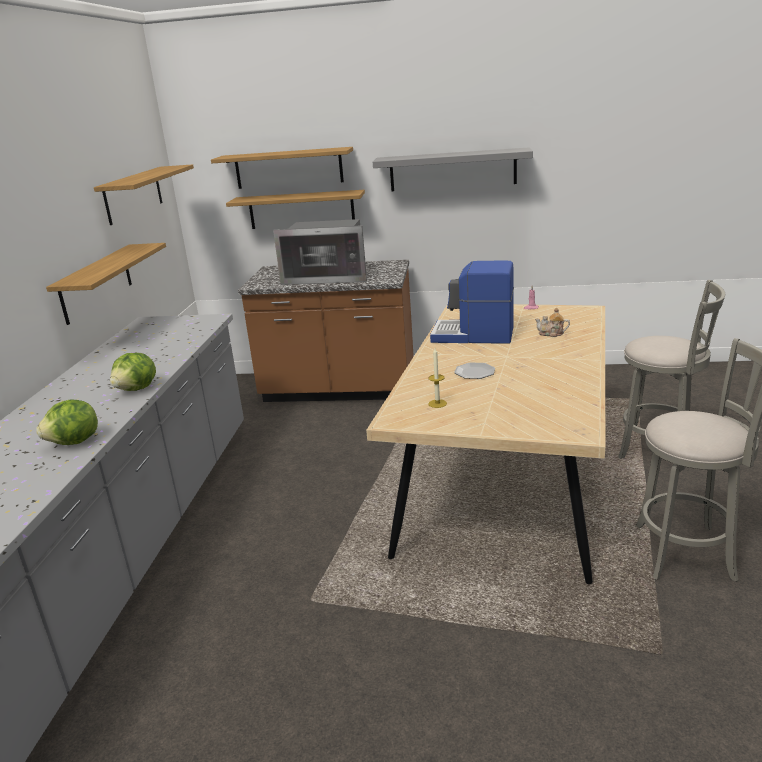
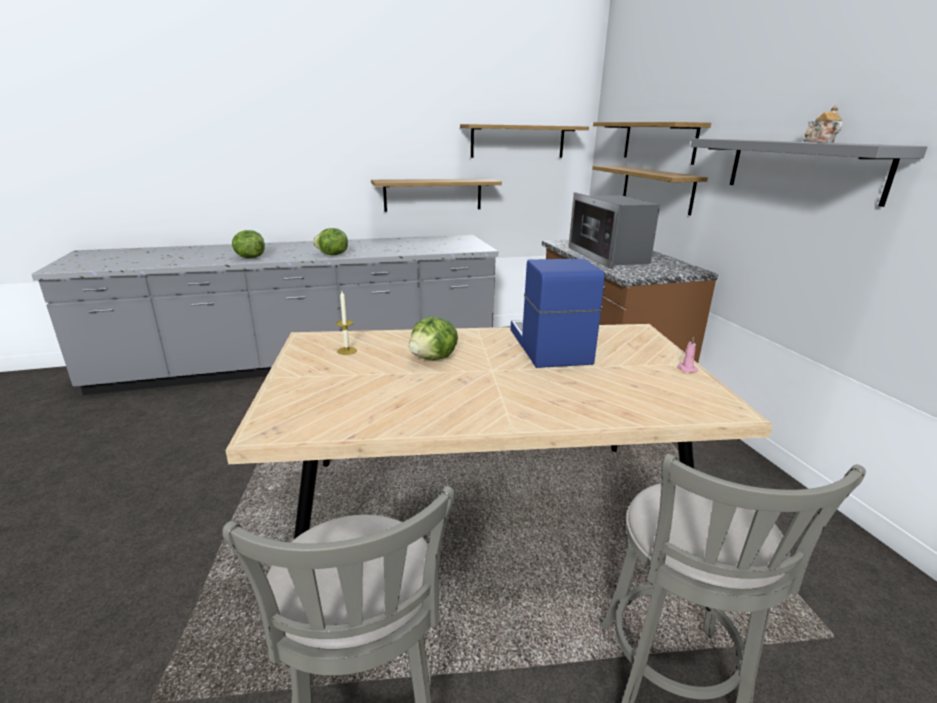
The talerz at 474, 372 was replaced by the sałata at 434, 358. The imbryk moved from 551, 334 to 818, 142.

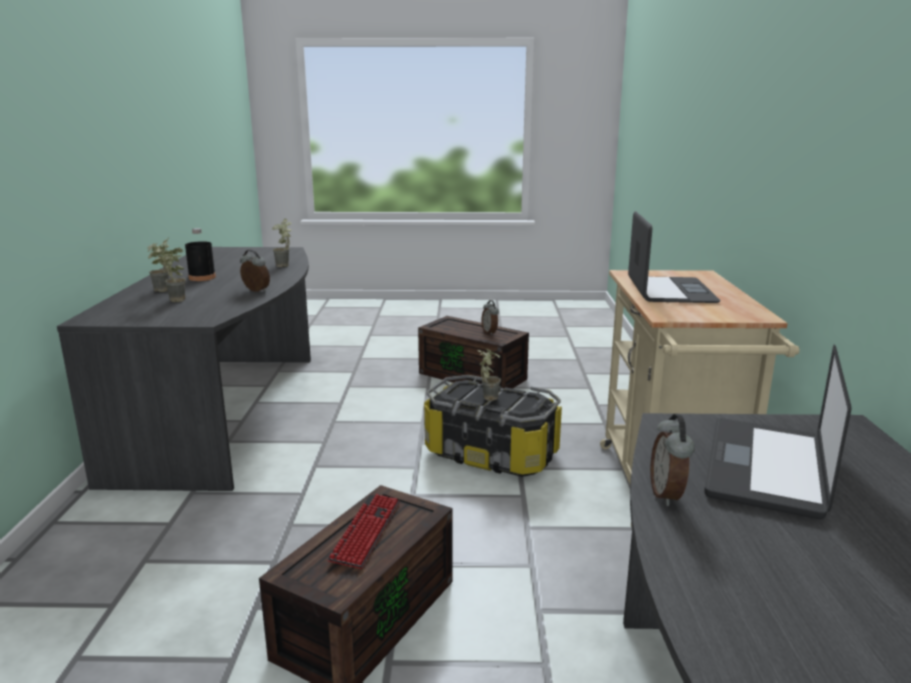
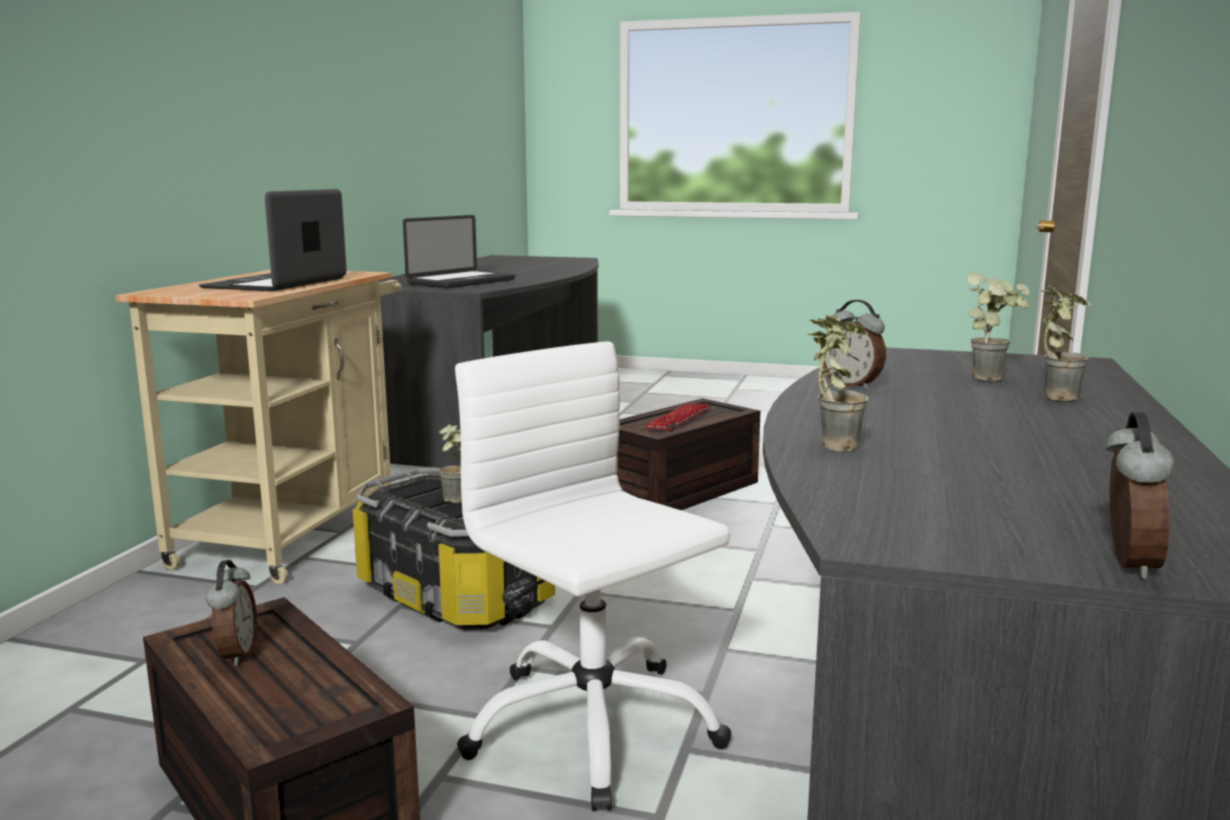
The butelka (czarny) at 202, 278 disappeared. The budzik moved from 667, 495 to 1125, 564. The krzesło biurowe (biały) at 591, 727 appeared.

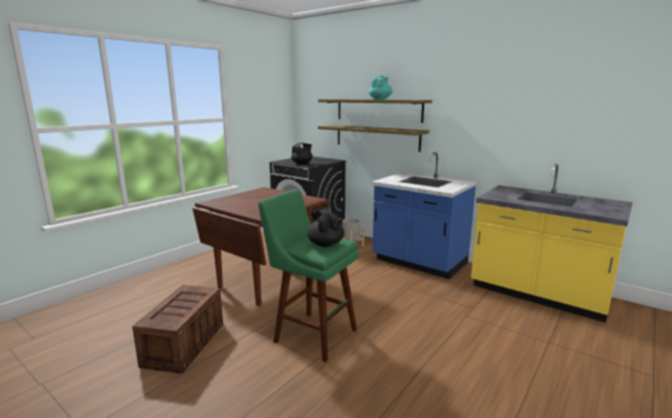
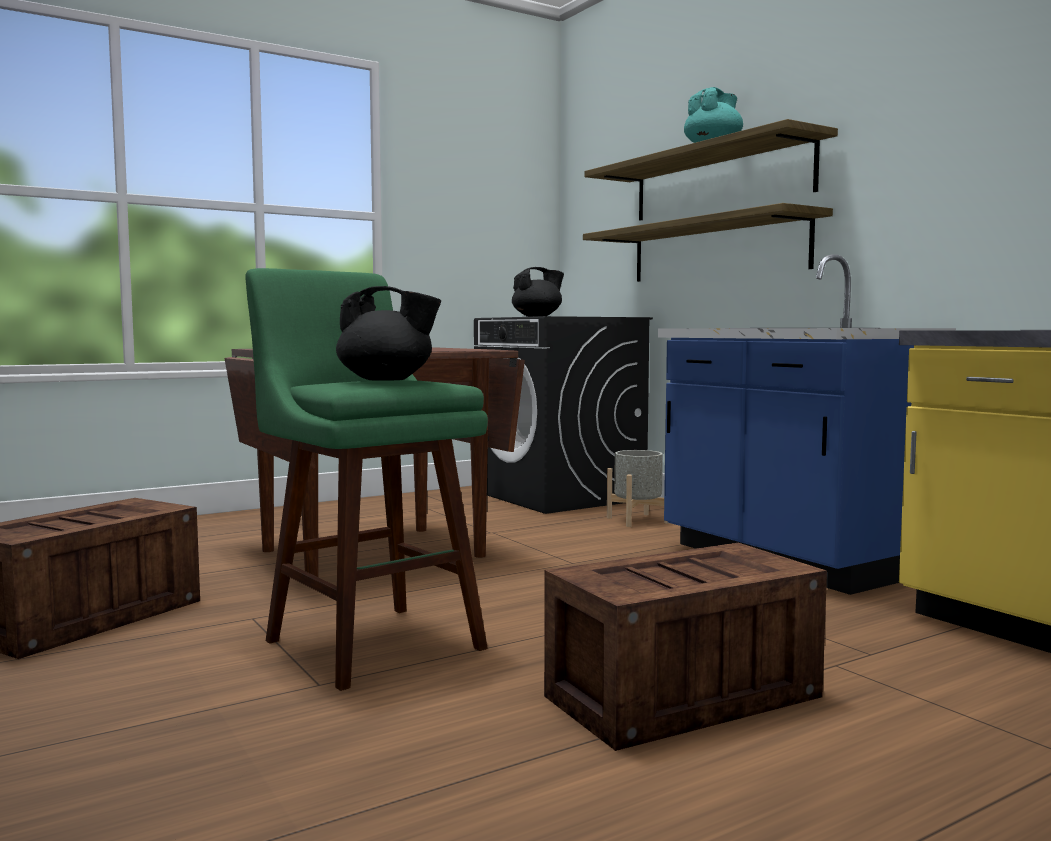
The imbryk (czarny) at 325, 244 turned 105 degrees clockwise. The skrzynka at 686, 695 appeared.

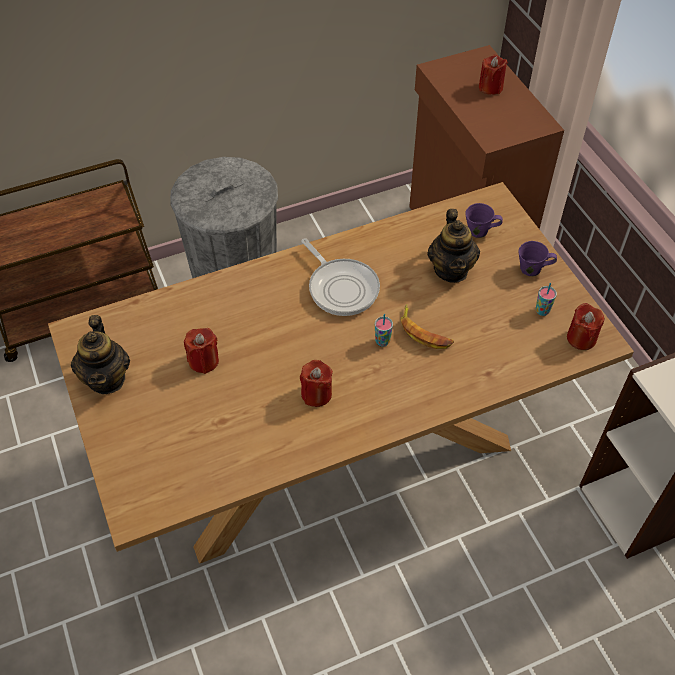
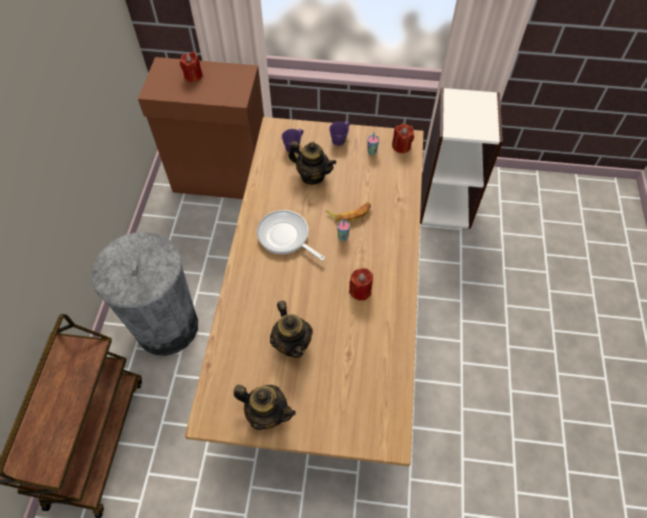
The świeca (czerwony) at 203, 361 was replaced by the imbryk at 292, 343. The patelnia at 341, 287 turned 135 degrees counterclockwise.

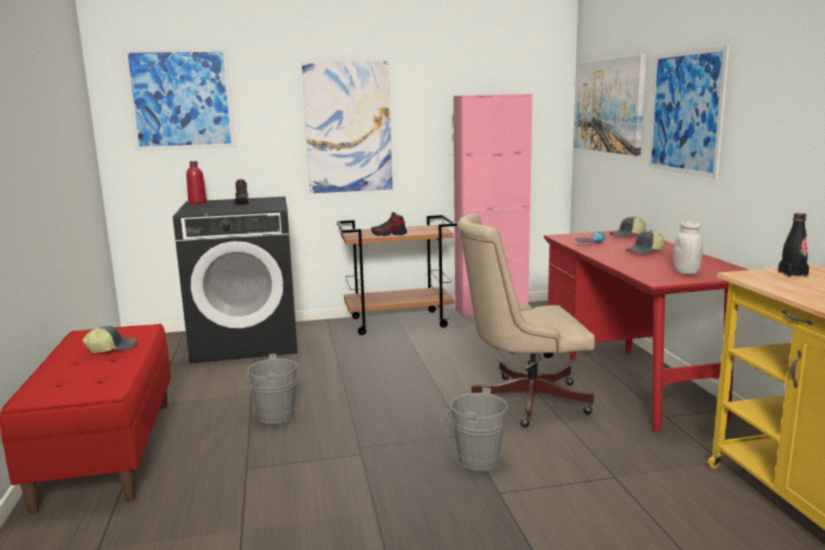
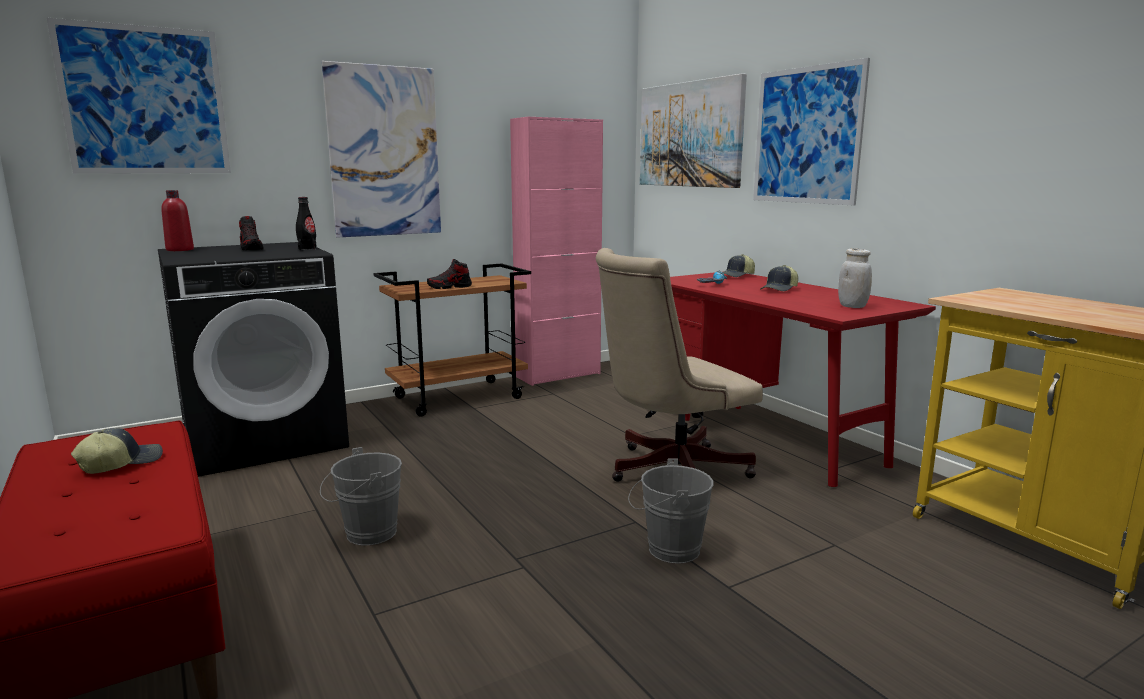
The butelka (czarny) moved from 792, 274 to 307, 249.

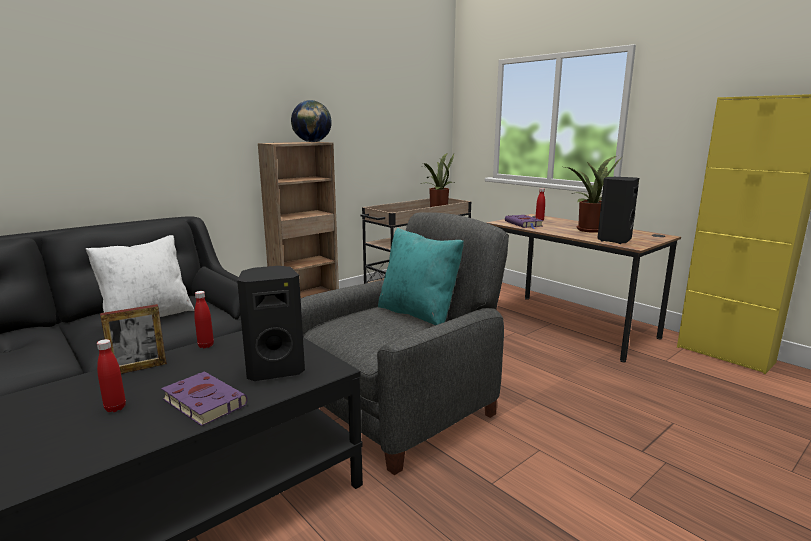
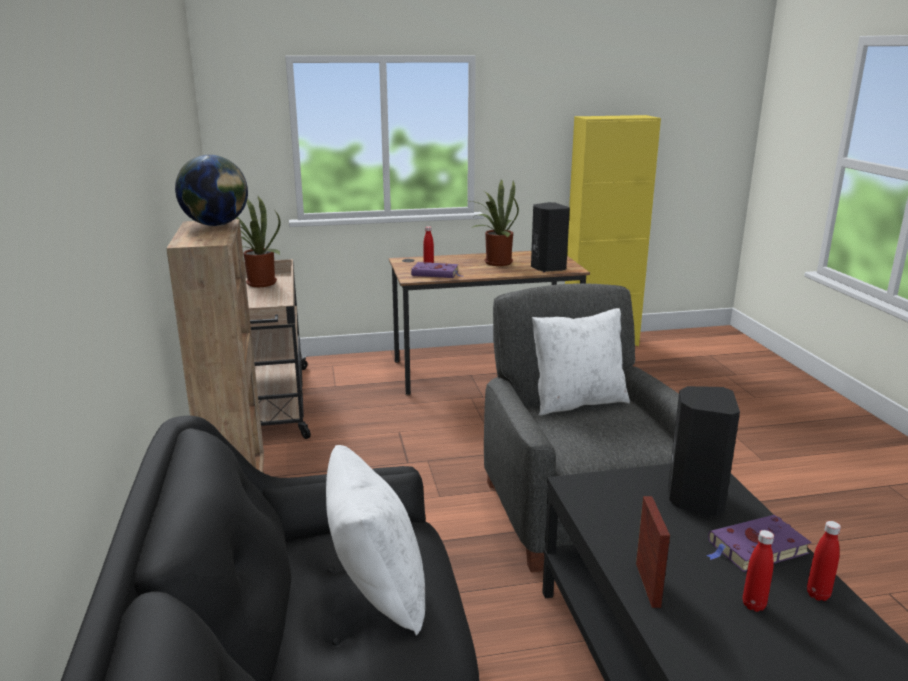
The butelka (czerwony) moved from 206, 345 to 818, 595. The poduszka (turkusowy) at 418, 314 became the poduszka (biały) at 577, 402.

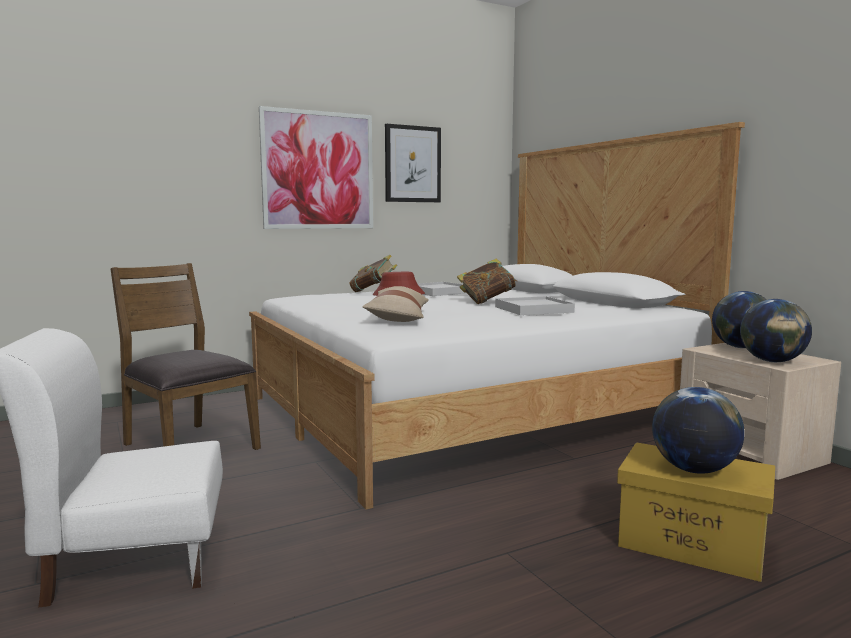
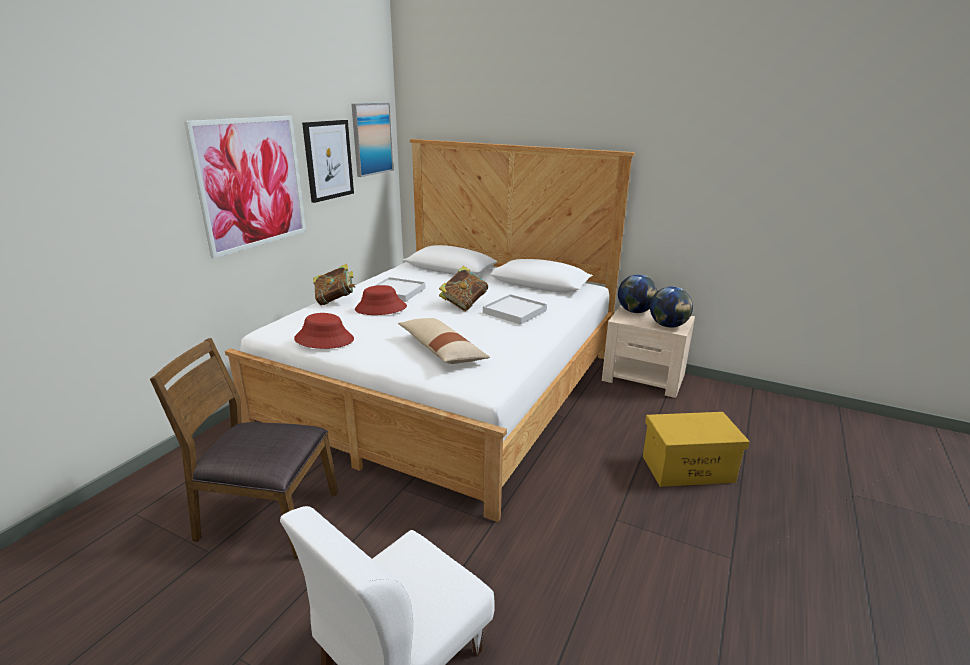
The globus at 694, 470 disappeared. The kapelusz (czerwony) at 324, 339 appeared. The obraz at 371, 139 appeared.

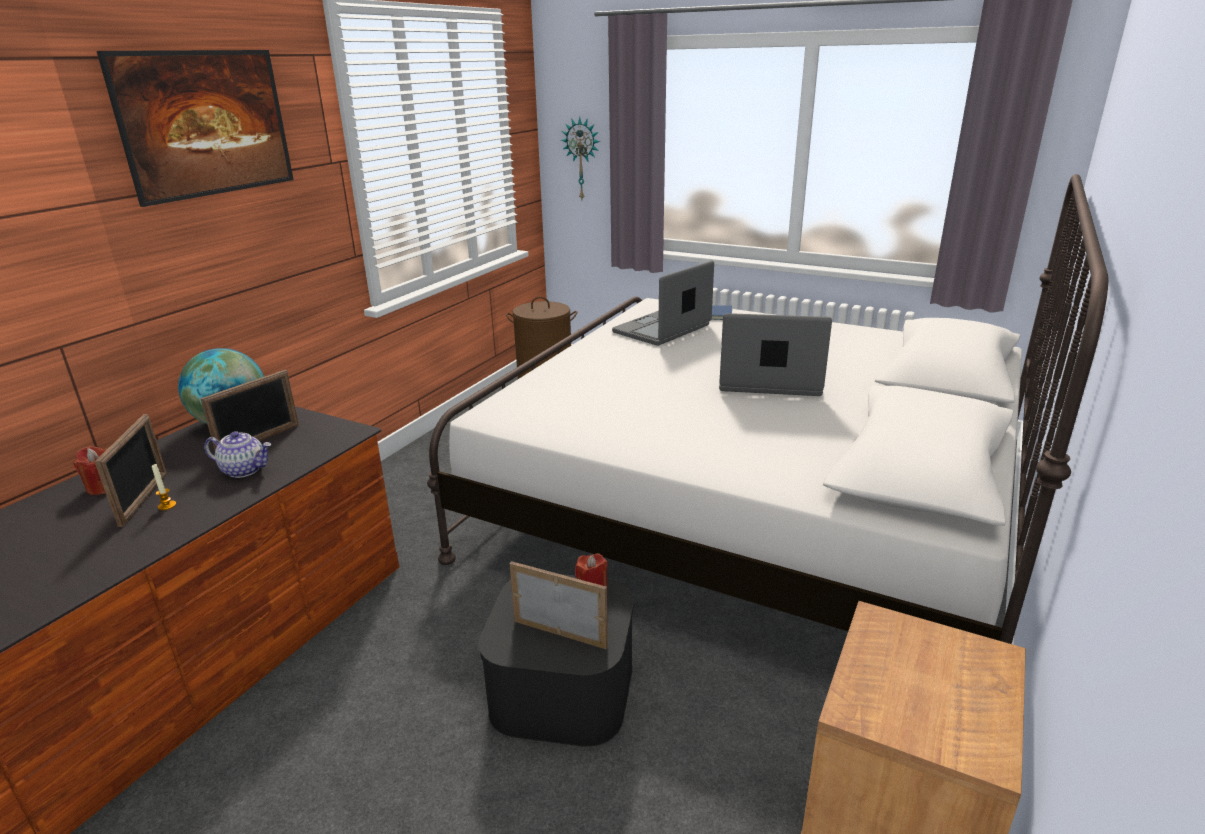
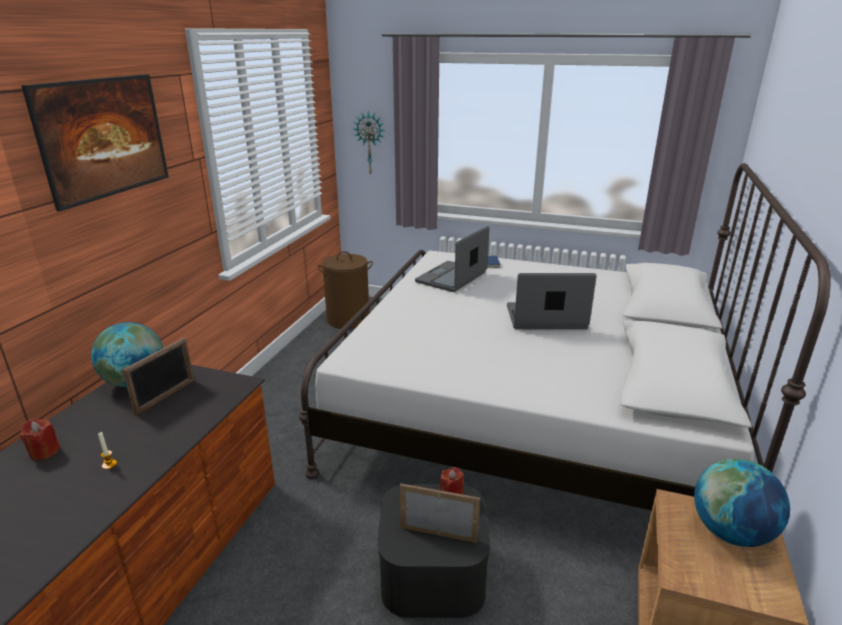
The ramka na zdjęcie at 144, 499 disappeared. The imbryk at 245, 470 disappeared. The globus at 730, 532 appeared.

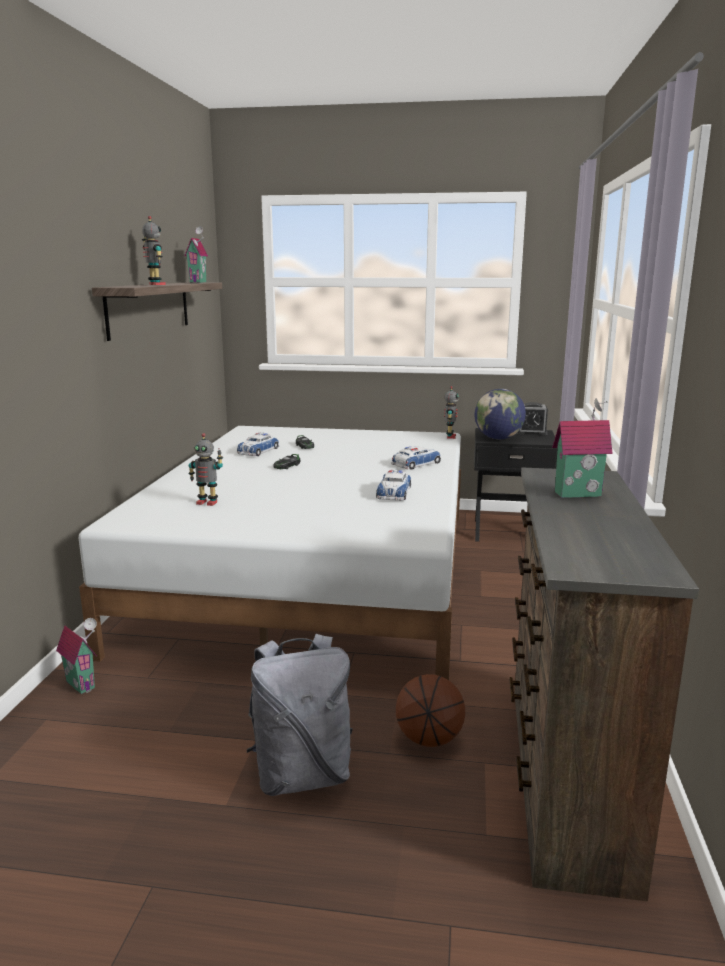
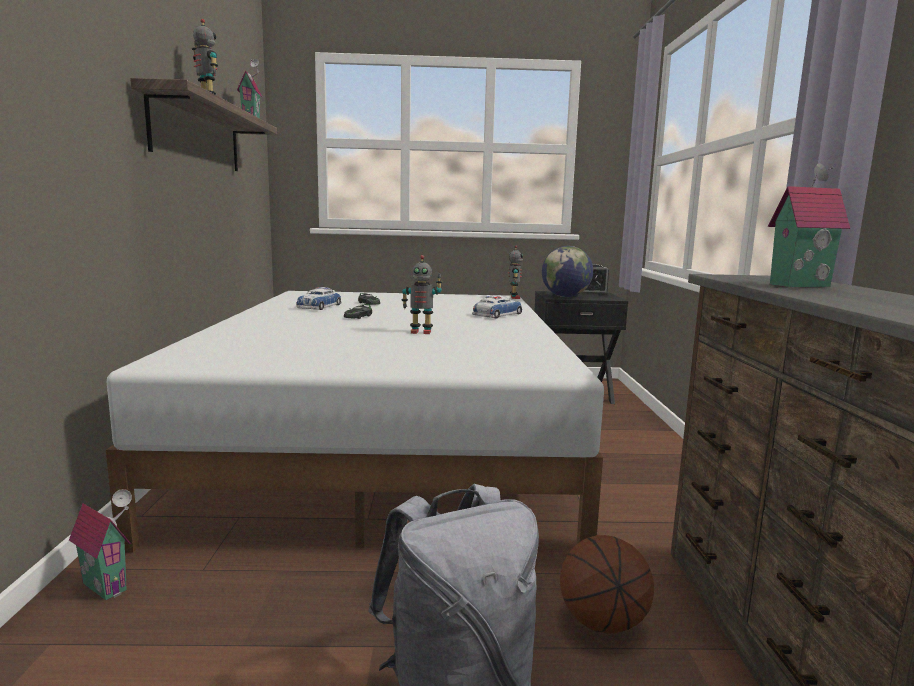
The robot zabawkowy moved from 207, 502 to 421, 332. The samochodzik at 394, 493 disappeared.

